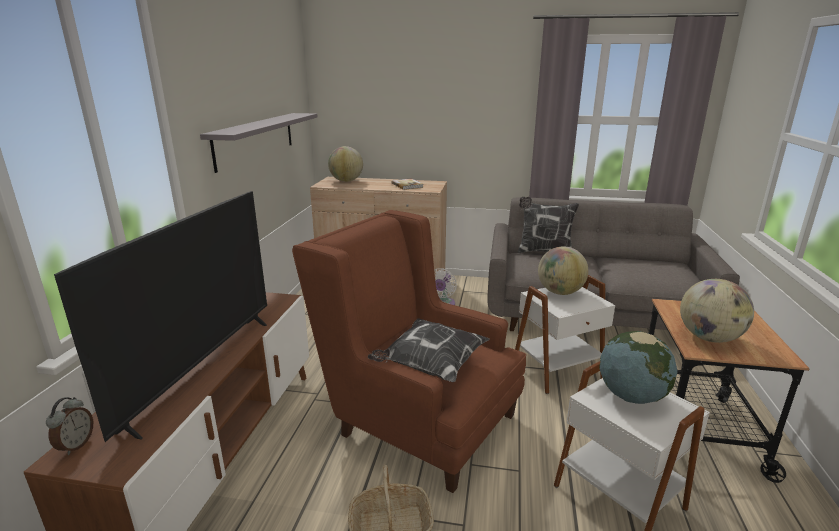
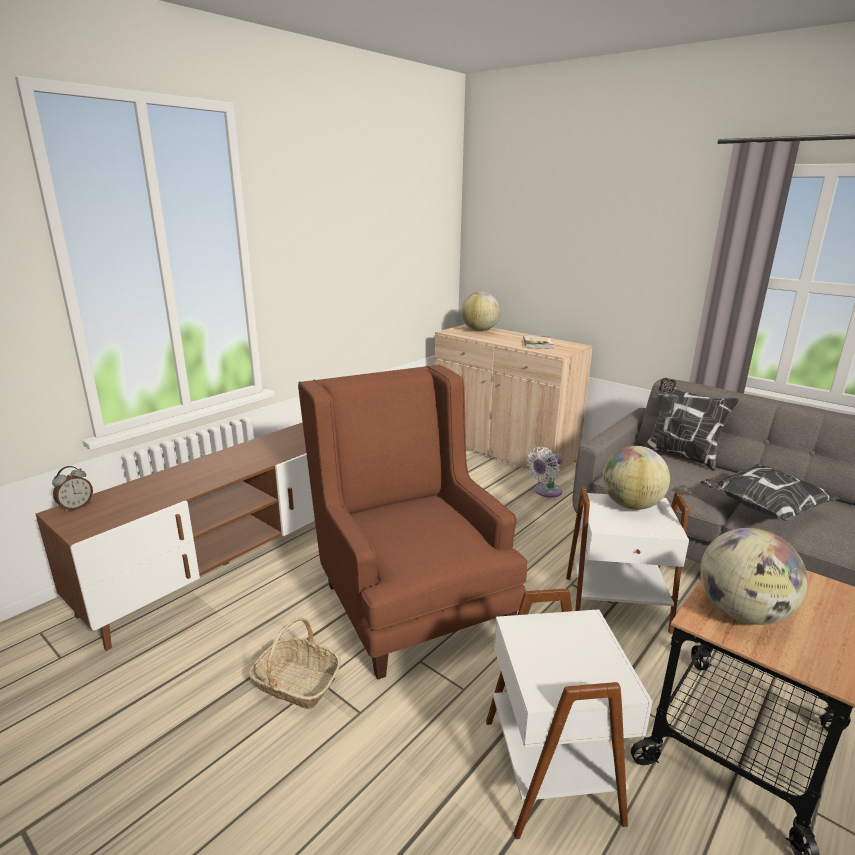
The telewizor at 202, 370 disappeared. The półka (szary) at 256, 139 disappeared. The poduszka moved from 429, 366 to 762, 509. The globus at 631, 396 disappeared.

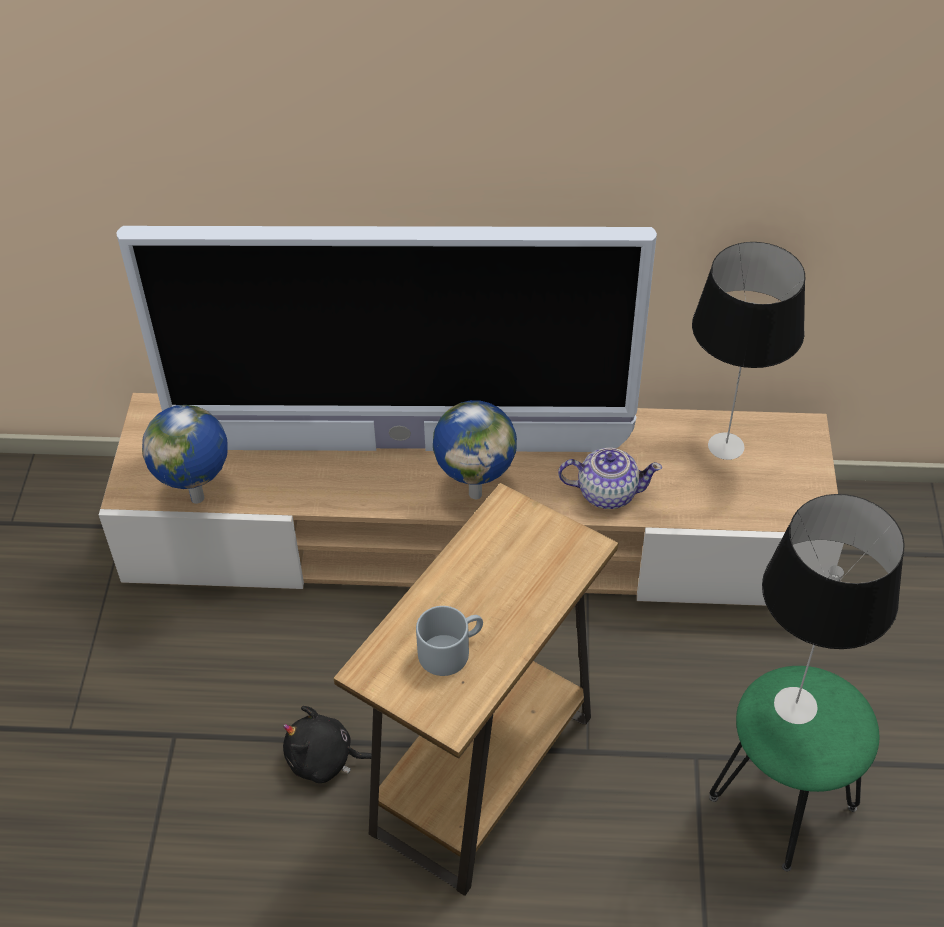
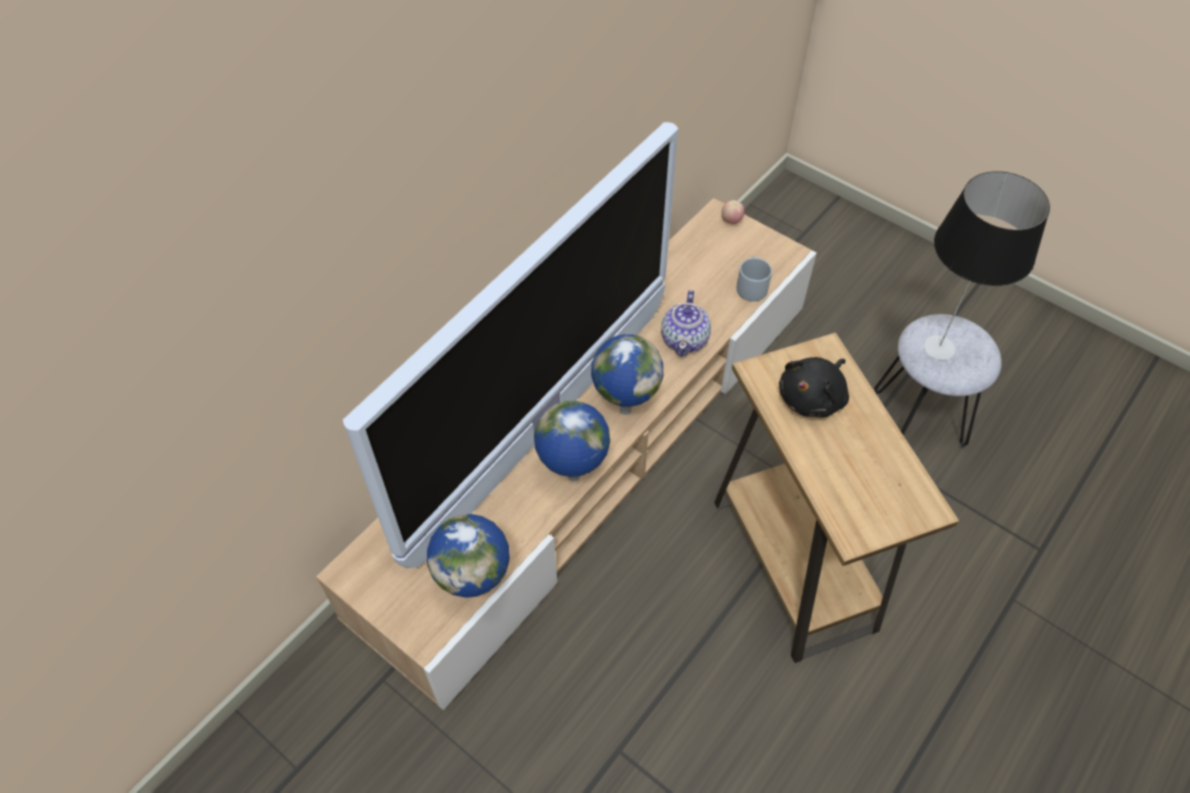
The pluszak (czarny) moved from 324, 760 to 813, 398. The kubek (szary) moved from 451, 649 to 751, 285. The imbryk at 606, 492 turned 150 degrees clockwise. The lampa stołowa at 725, 447 disappeared. The stołek (zielony) at 783, 802 became the stołek (szary) at 918, 418. The globus at 573, 478 appeared. The jabłko at 731, 221 appeared.

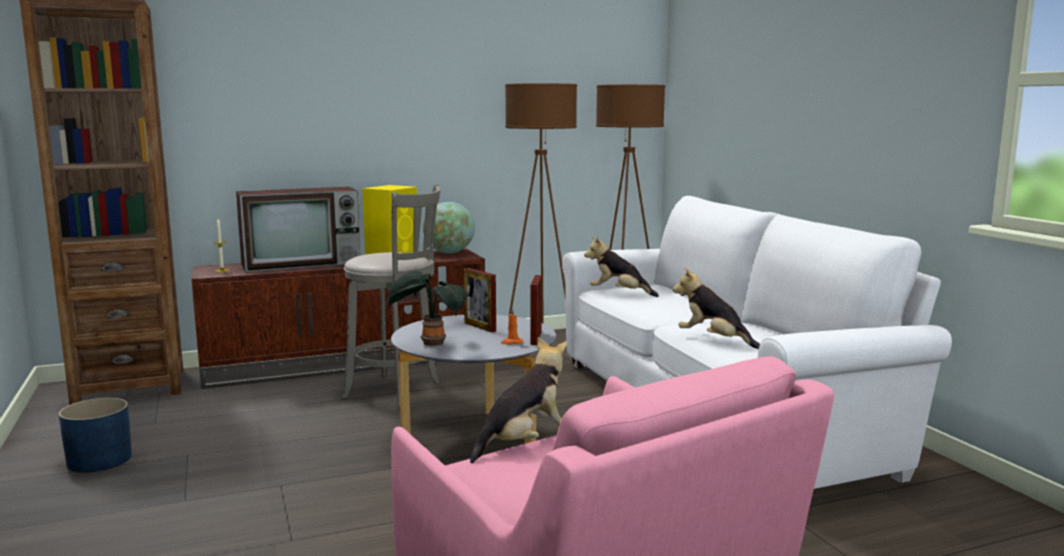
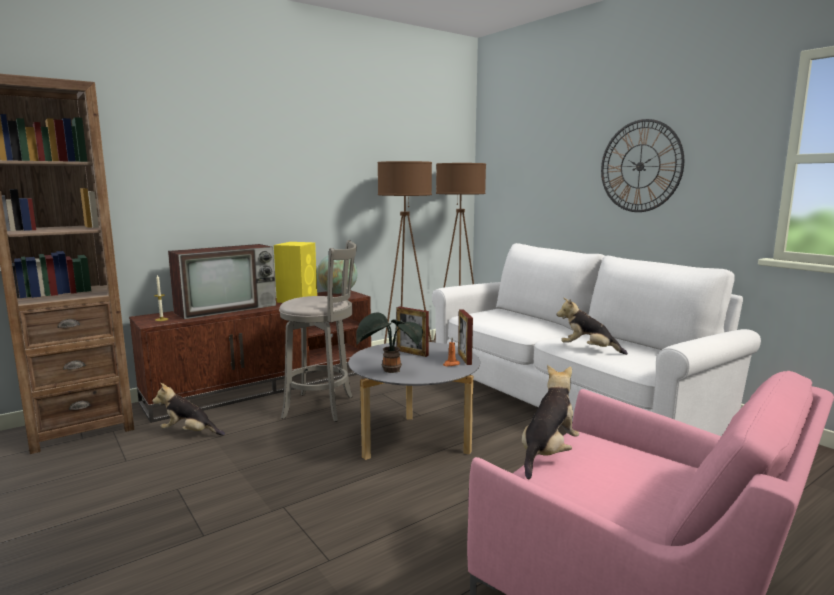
The donica (niebieski) at 100, 460 disappeared. The pluszak moved from 619, 293 to 189, 433. The zegar ścienny at 640, 166 appeared.

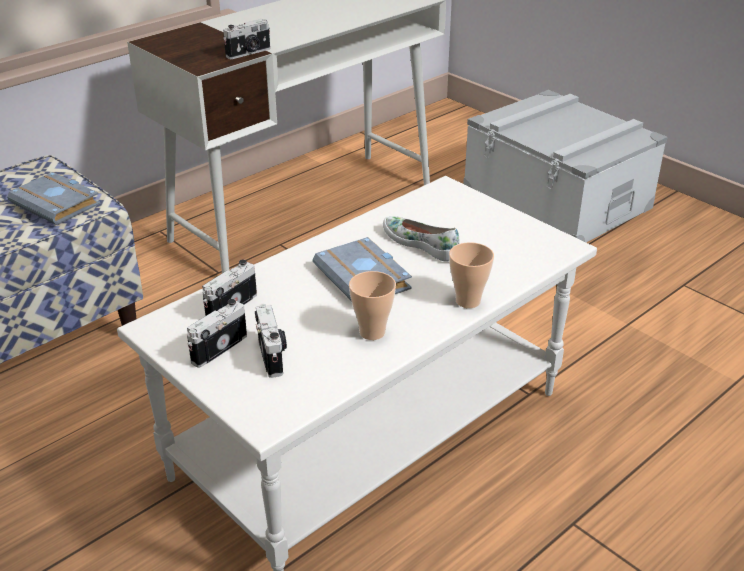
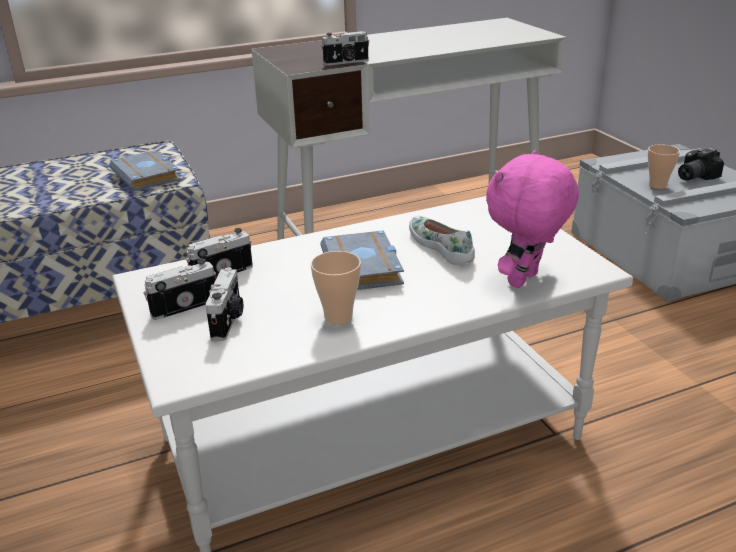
The filiżanka moved from 468, 301 to 657, 185. The pluszak (różowy) at 525, 281 appeared. The aparat fotograficzny at 693, 176 appeared.

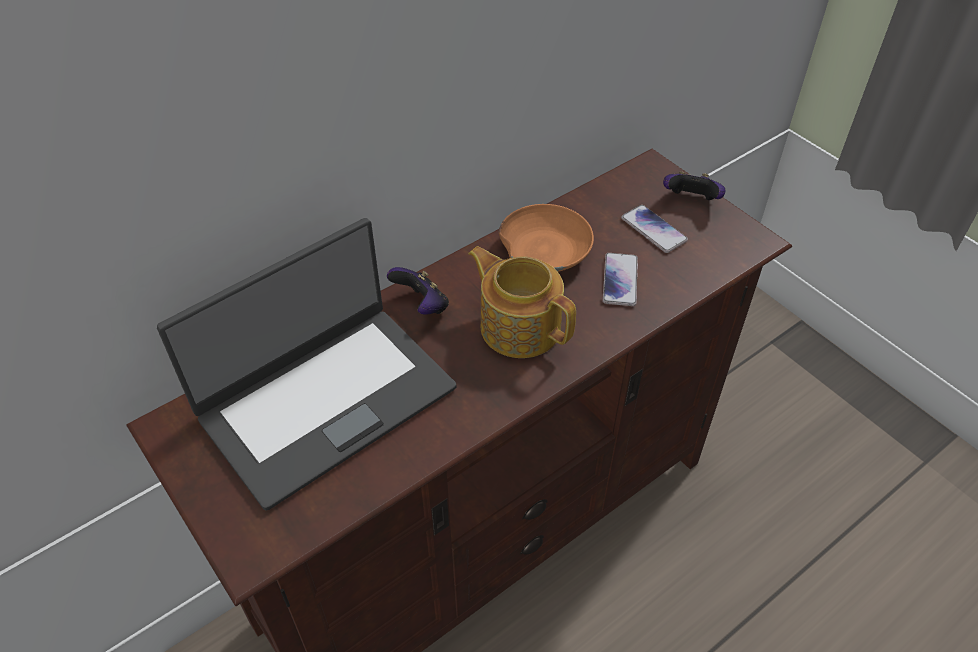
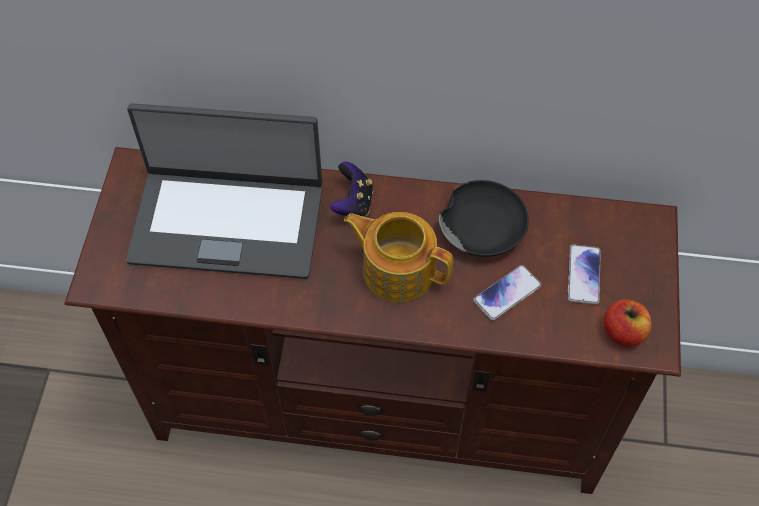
The imbryk at 519, 326 turned 60 degrees counterclockwise. The miska (pomarańczowy) at 544, 250 became the miska (czarny) at 483, 227. The pad do gier at 691, 201 disappeared. The jabłko at 623, 332 appeared.

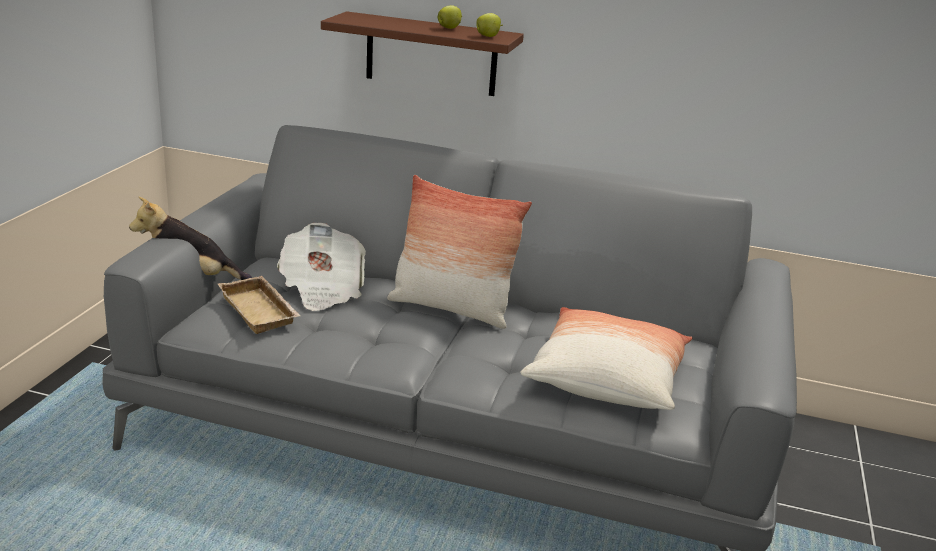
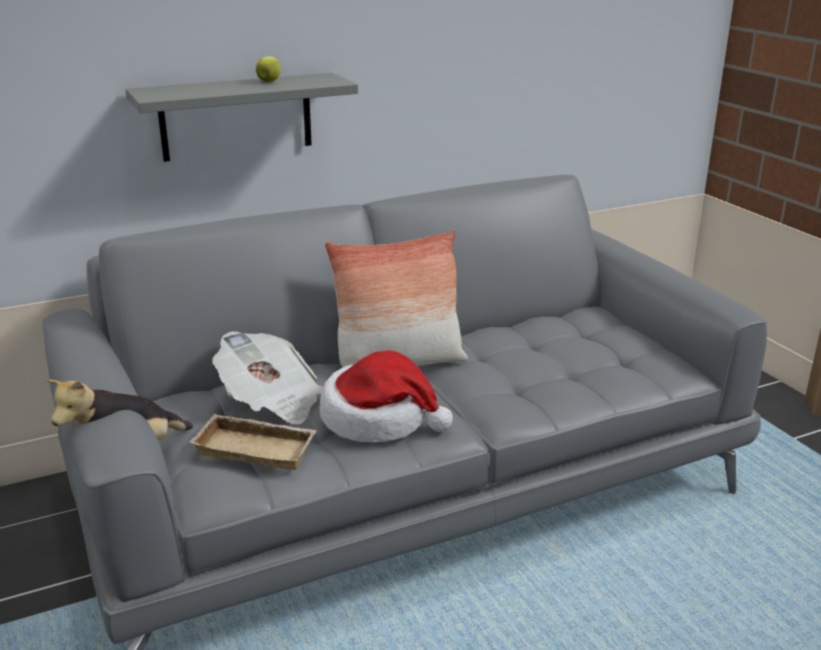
The półka (brązowy) at 431, 54 became the półka (szary) at 236, 117. The jabłko at 488, 36 disappeared. The poduszka at 606, 378 disappeared. The kapelusz at 378, 418 appeared.

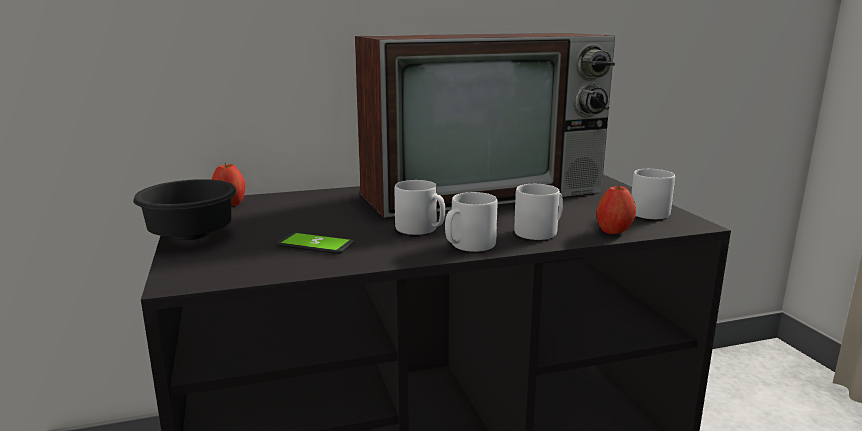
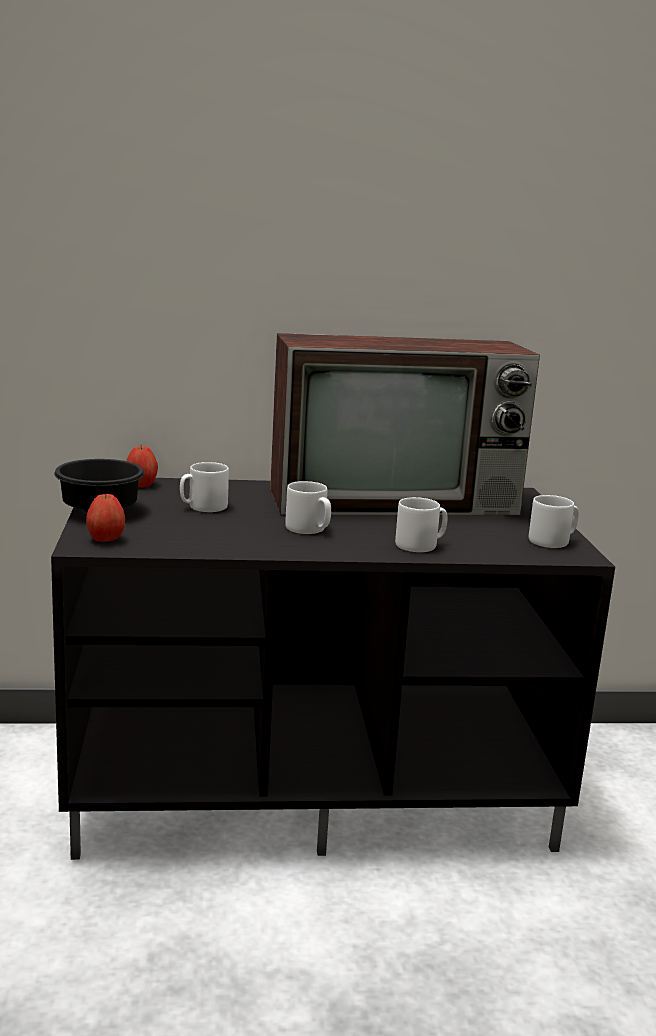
The telefon at 315, 245 disappeared. The kubek (szary) moved from 468, 245 to 203, 507. The jabłko moved from 614, 232 to 105, 540.

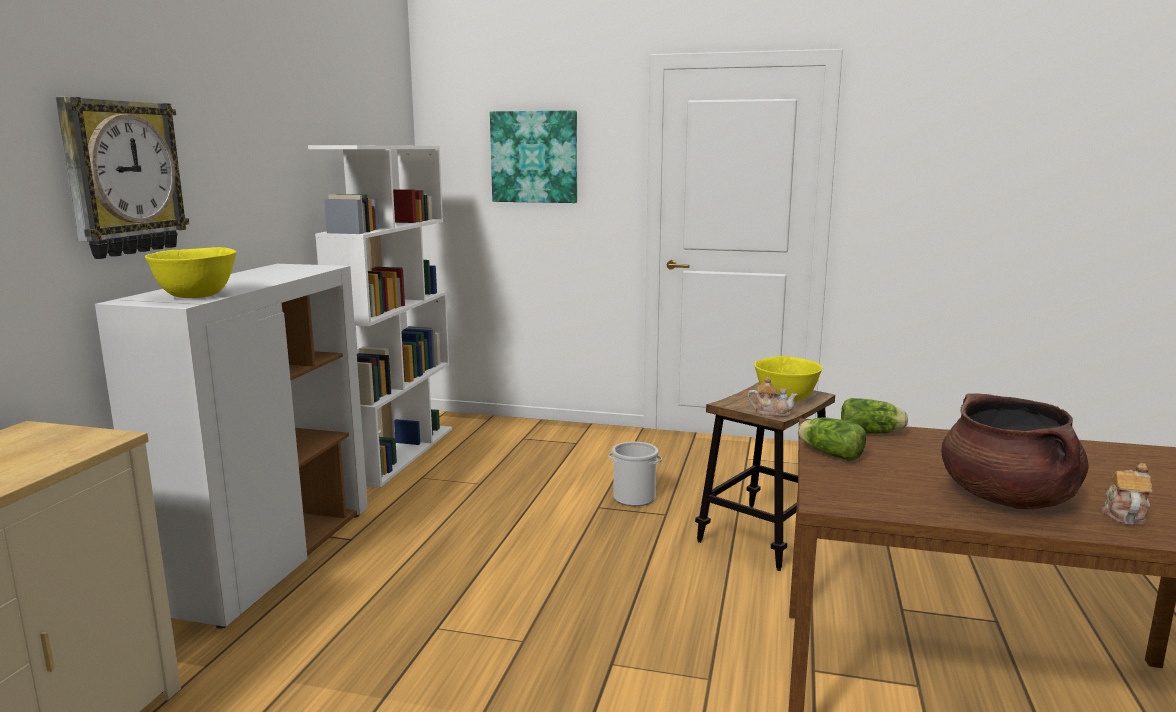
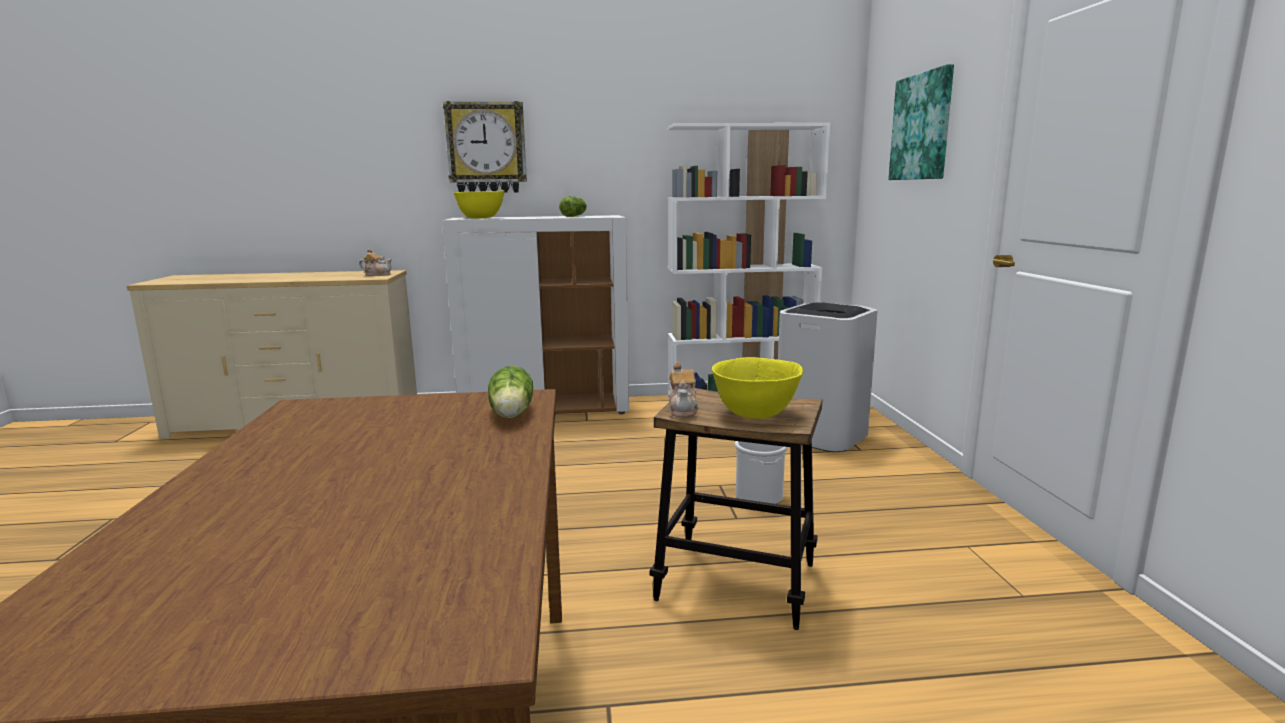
The sałata moved from 828, 453 to 575, 216. The garnek (brązowy) at 1007, 499 disappeared. The imbryk moved from 1123, 514 to 377, 274. The kosz na śmieci (biały) at 822, 435 appeared.

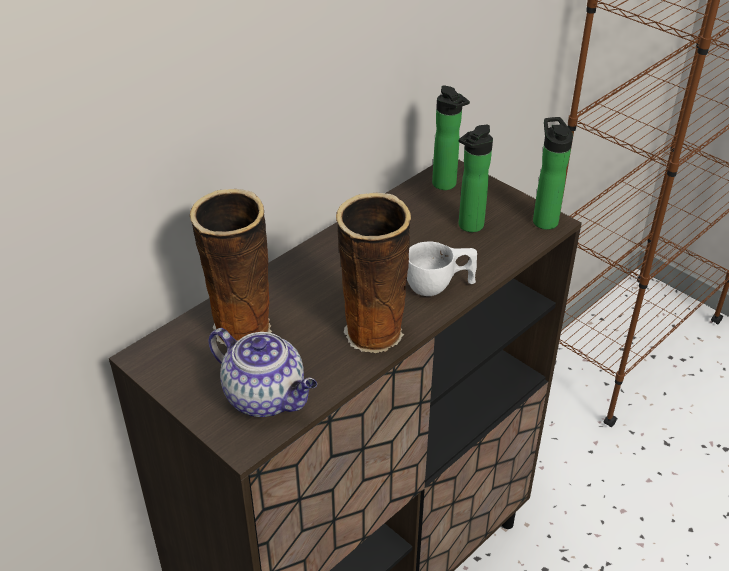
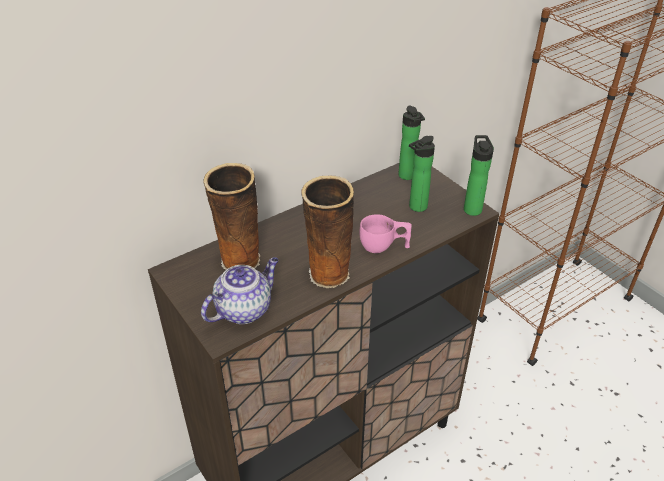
The imbryk at 267, 397 turned 90 degrees counterclockwise. The filiżanka (biały) at 439, 286 became the filiżanka (różowy) at 384, 247.

